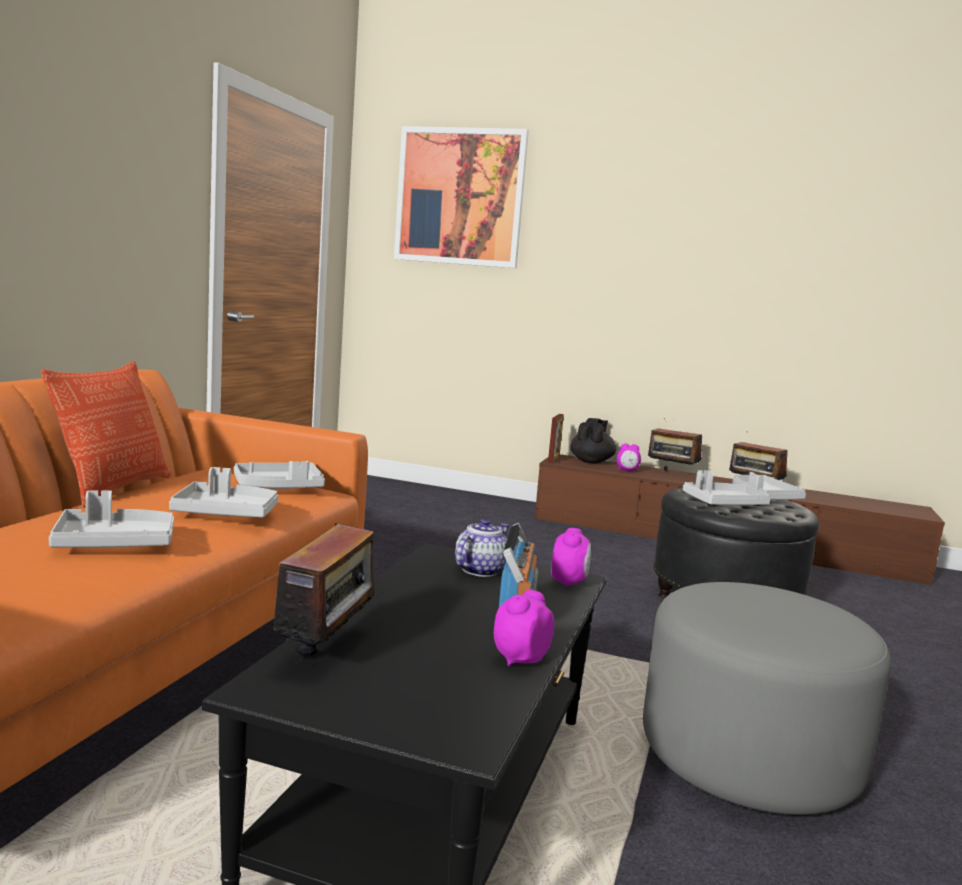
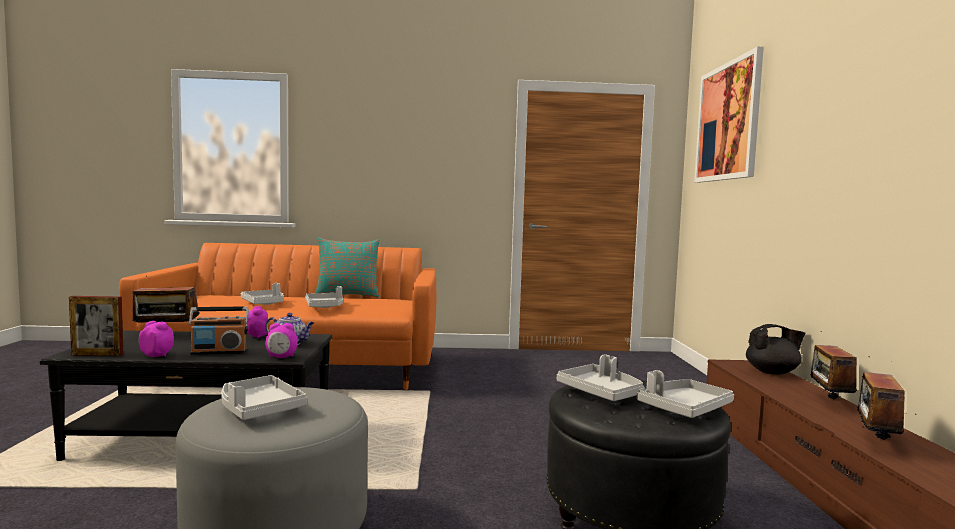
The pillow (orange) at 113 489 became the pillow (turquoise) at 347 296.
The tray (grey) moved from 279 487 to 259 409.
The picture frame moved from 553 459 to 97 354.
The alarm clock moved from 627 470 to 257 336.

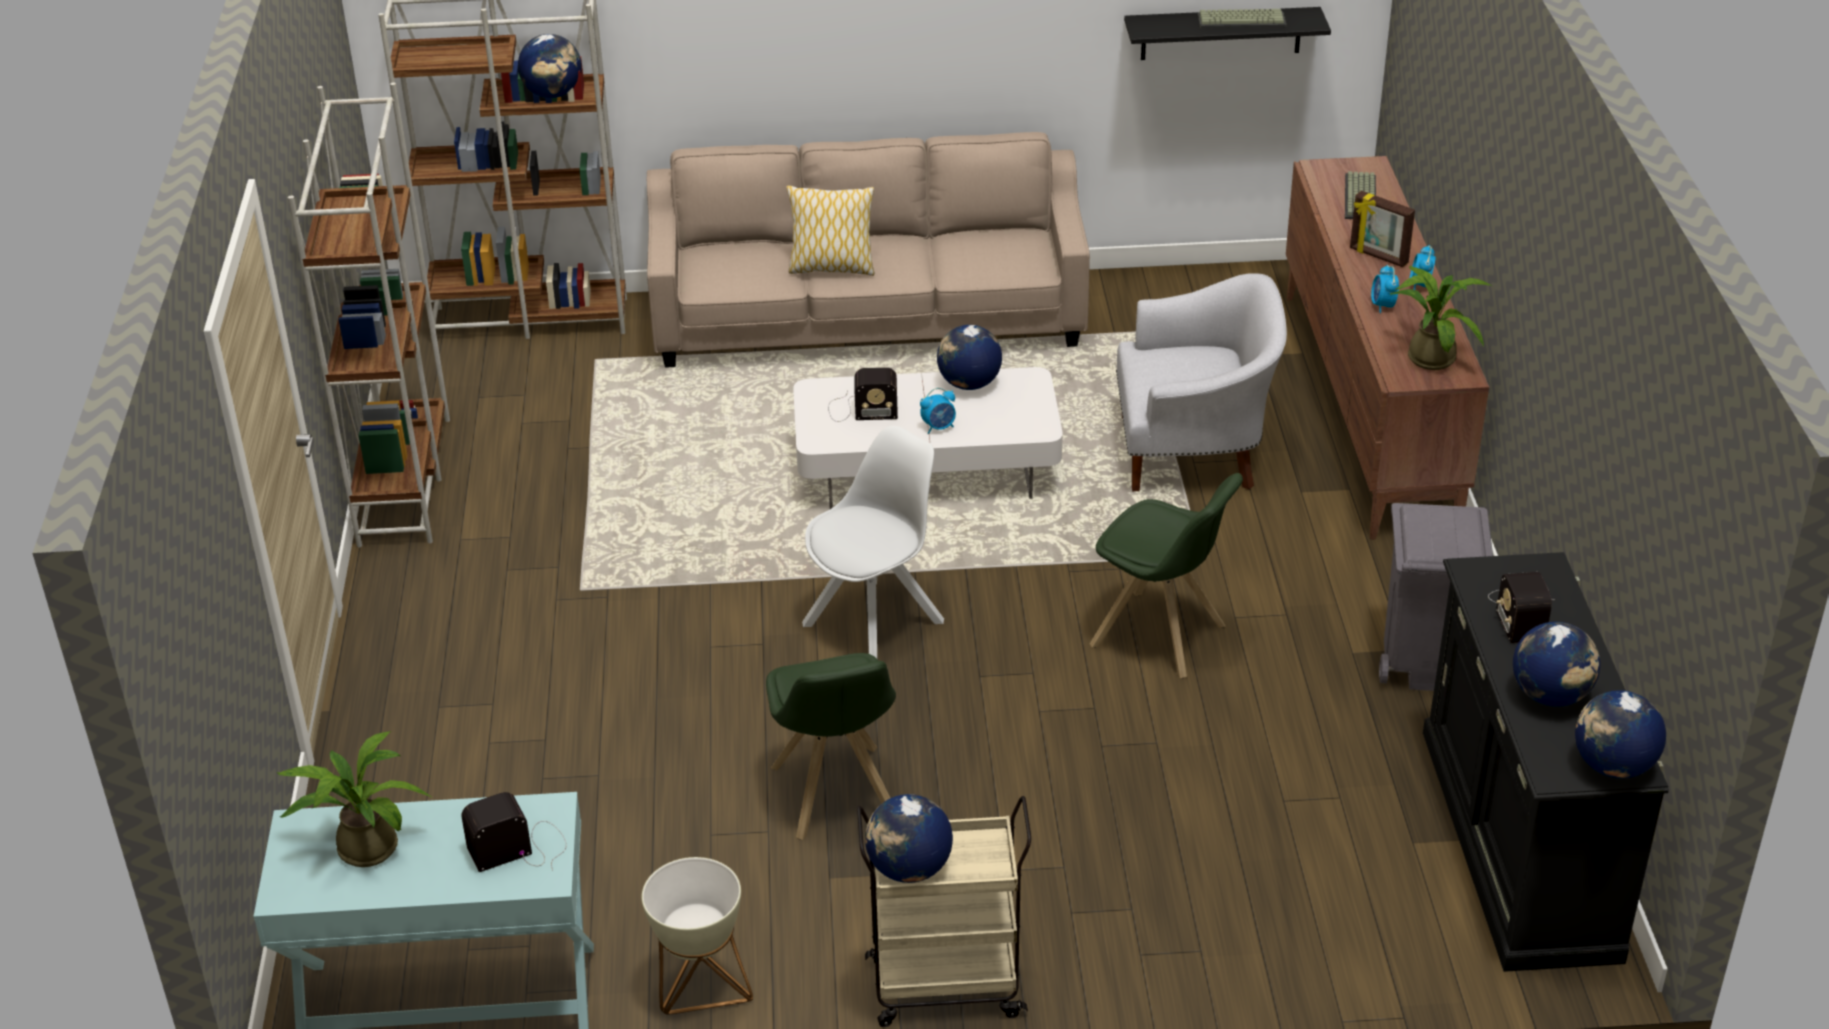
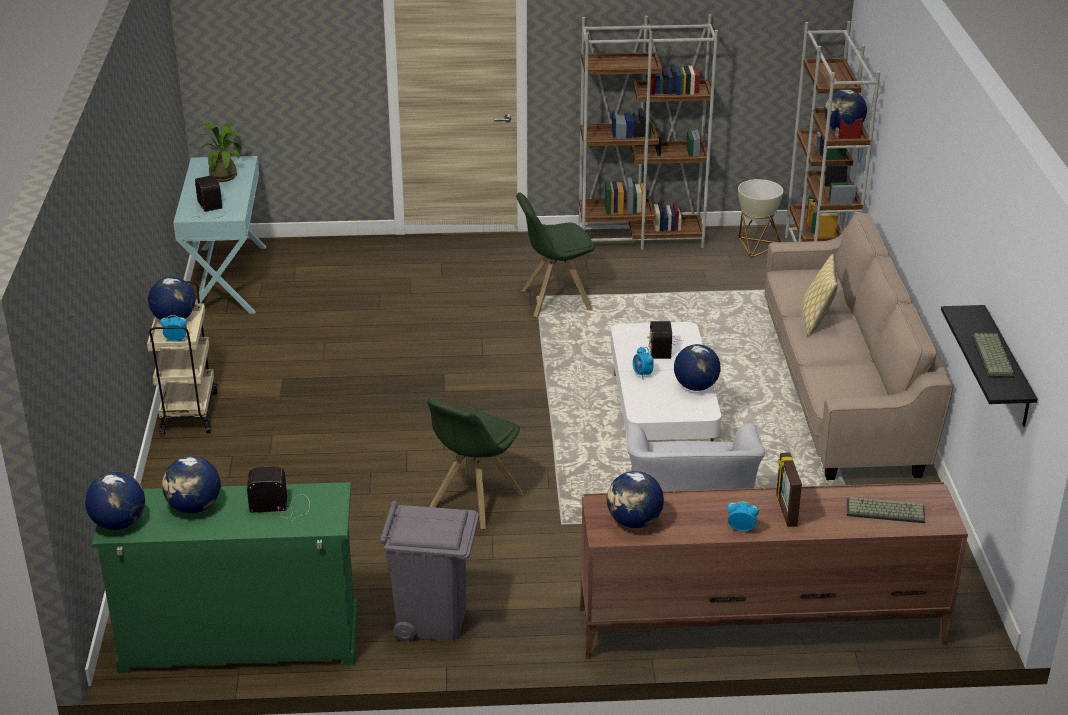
The planter moved from 700 988 to 756 246.
The chair (green) moved from 836 793 to 555 300.
The chair (white) at 875 622 disappeared.
The picture frame at 1378 256 turned 45 degrees counterclockwise.
The alarm clock moved from 1383 306 to 176 339.
The potted plant at 1430 355 was replaced by the globe at 634 522.
The cabinet (black) at 1519 843 became the cabinet (green) at 239 640.

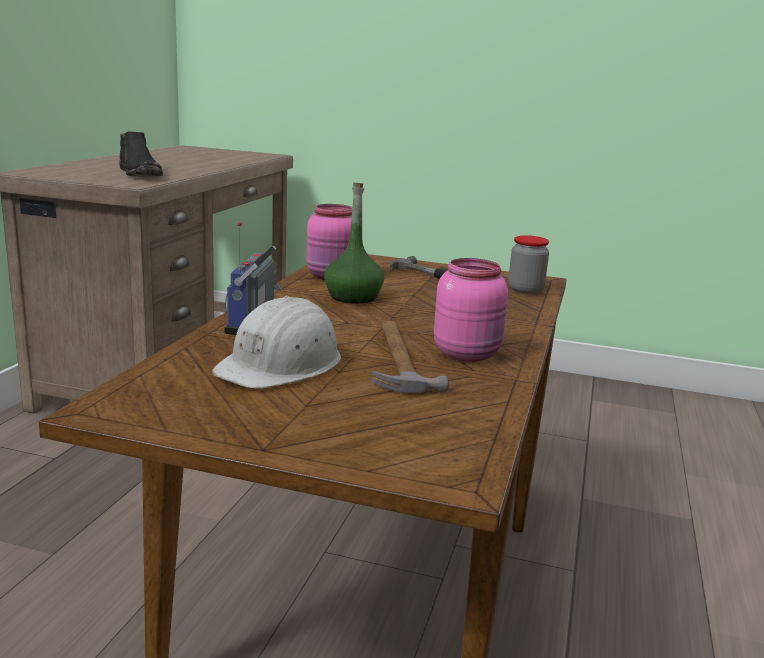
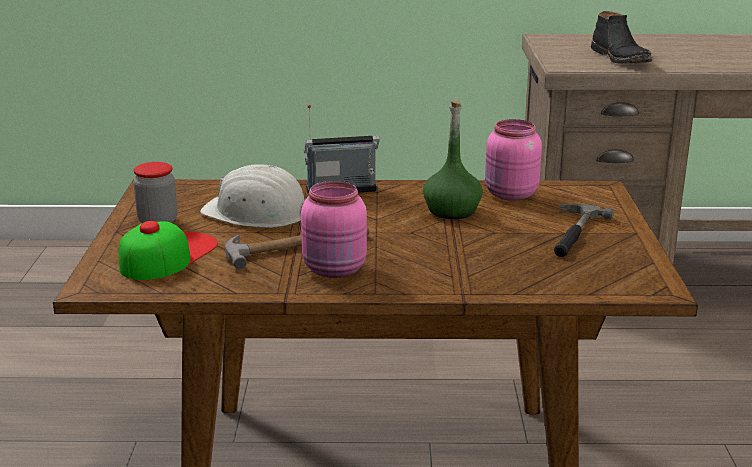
The boot (black) at 141 174 turned 60 degrees counterclockwise.
The jar moved from 525 290 to 158 221.
The cap at 168 255 appeared.

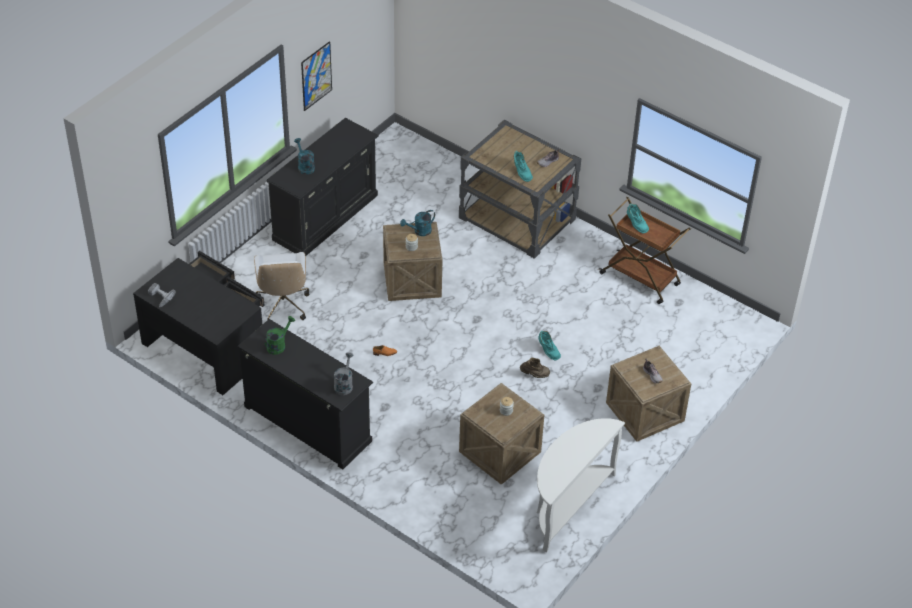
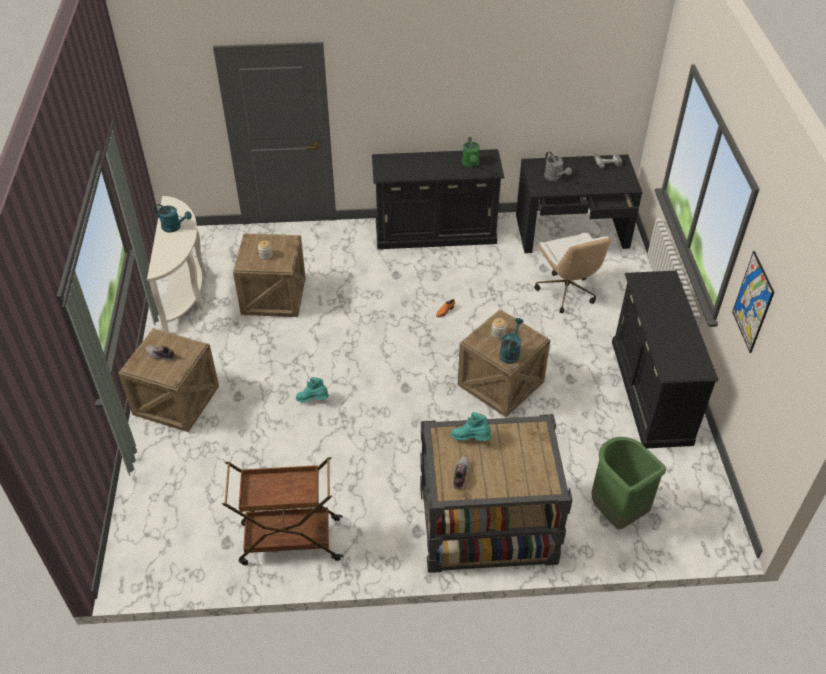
The office chair (white) at 283 307 turned 150 degrees counterclockwise.
The watering can (turquoise) moved from 305 166 to 174 227.
The watering can (grey) moved from 344 384 to 555 178.
The boot (brown) at 534 375 disappeared.
The boot (turquoise) at 636 225 disappeared.
The trash can (green) at 616 511 appeared.

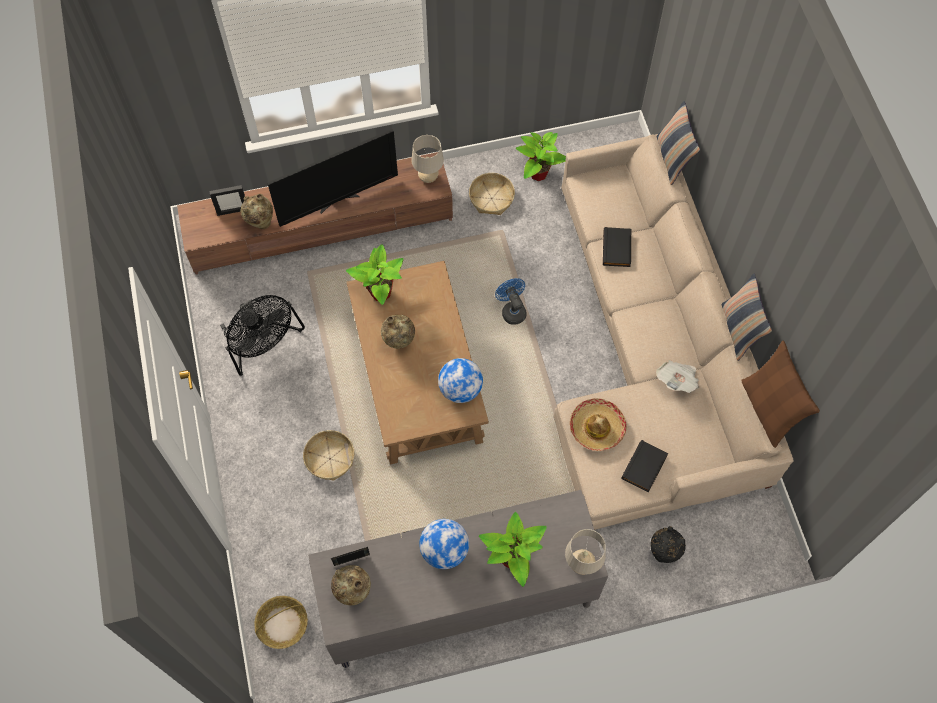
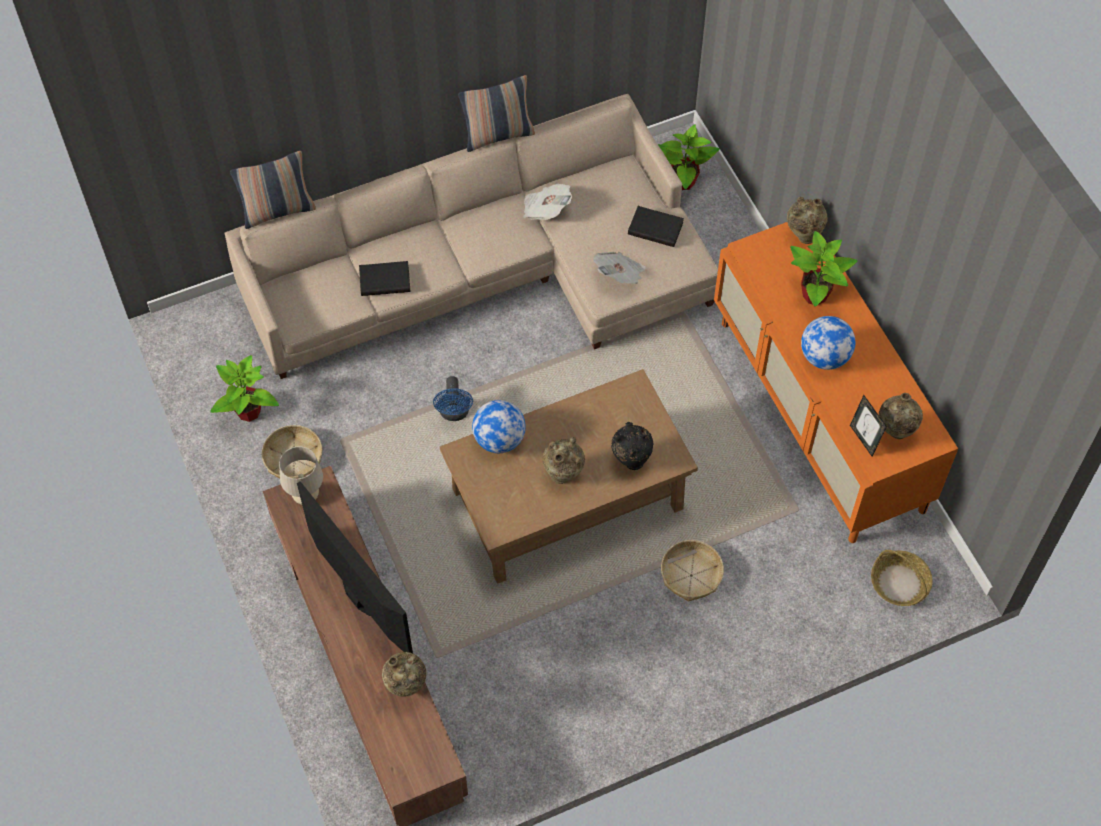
The picture frame at 232 210 disappeared.
The fan (black) at 259 343 disappeared.
The cabinet (grey) at 457 596 became the cabinet (orange) at 817 416.
The potted plant moved from 380 292 to 683 182.
The globe moved from 460 389 to 499 440.
The fan (blue) at 512 310 turned 60 degrees counterclockwise.
The table lamp (beige) at 581 564 was replaced by the vase (beige) at 803 236.
The hat at 596 428 was replaced by the newspaper at 620 275.
The vase (black) moved from 663 553 to 631 460.
The pillow (brown) at 768 410 disappeared.

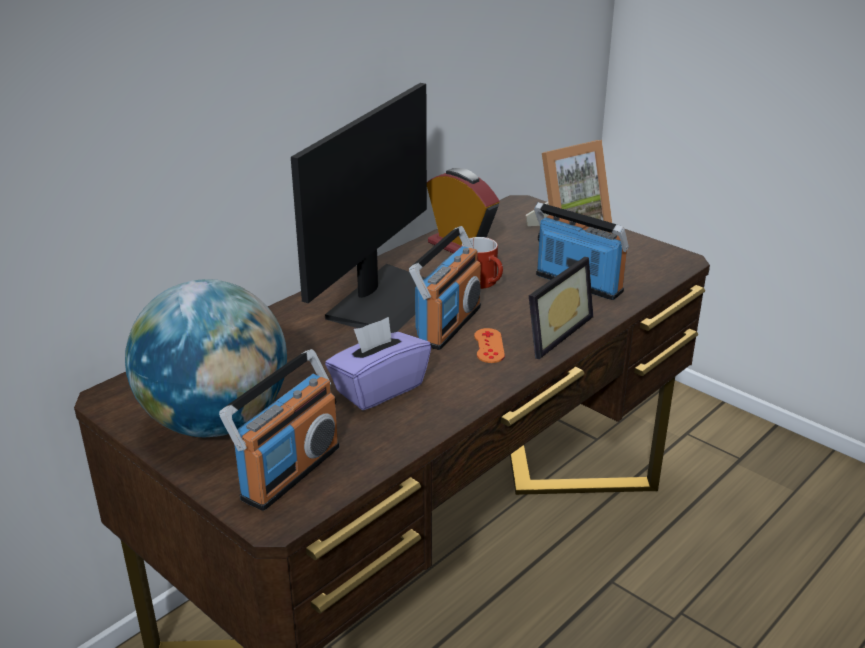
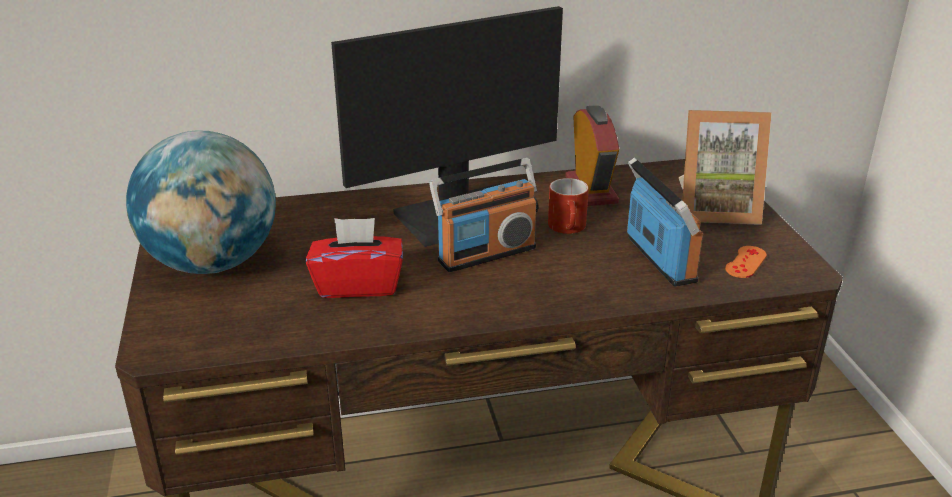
The radio at 289 472 disappeared.
The tissue box (purple) at 378 388 became the tissue box (red) at 358 285.
The game controller (orange) moved from 489 346 to 745 262.
The picture frame at 550 332 disappeared.

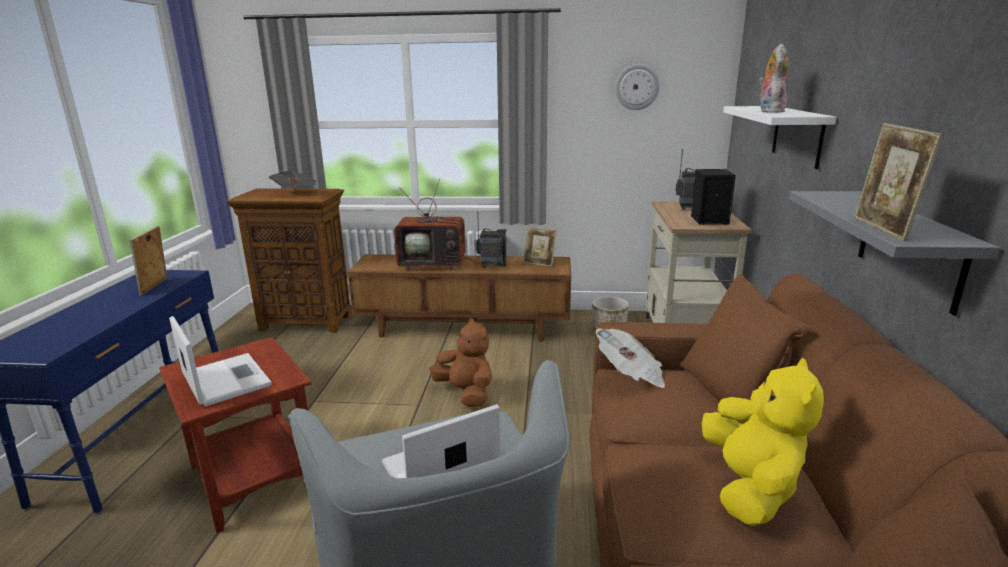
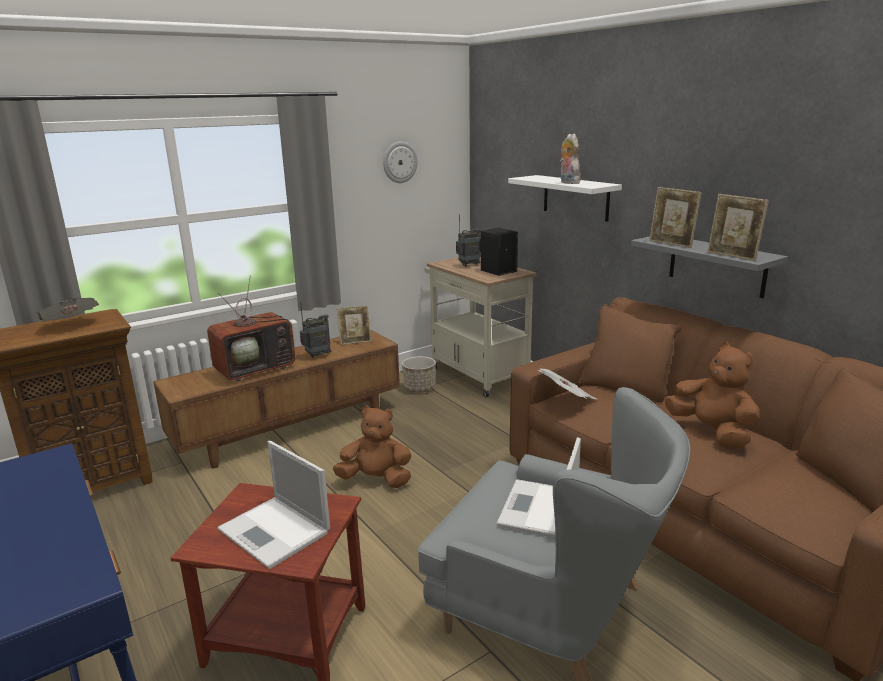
The picture frame moved from 155 287 to 671 244.
The laptop at 225 379 turned 150 degrees counterclockwise.
The plush toy (yellow) at 750 488 became the plush toy (brown) at 711 432.

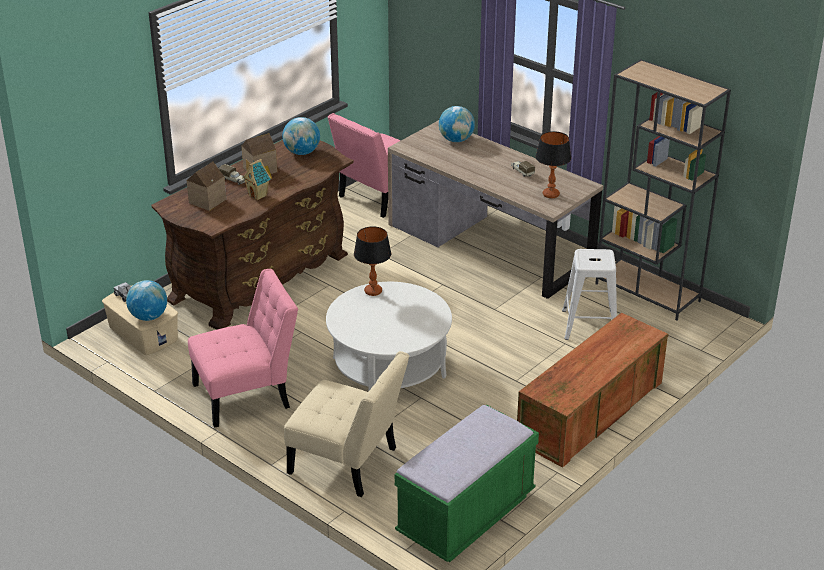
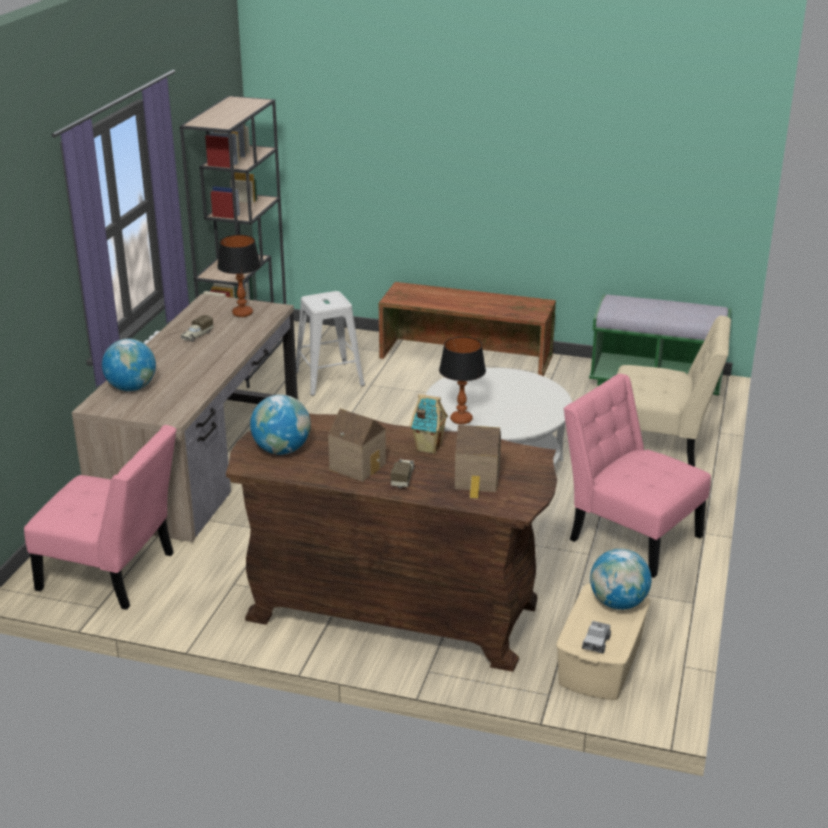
The chair (beige) at 348 463 turned 105 degrees clockwise.

